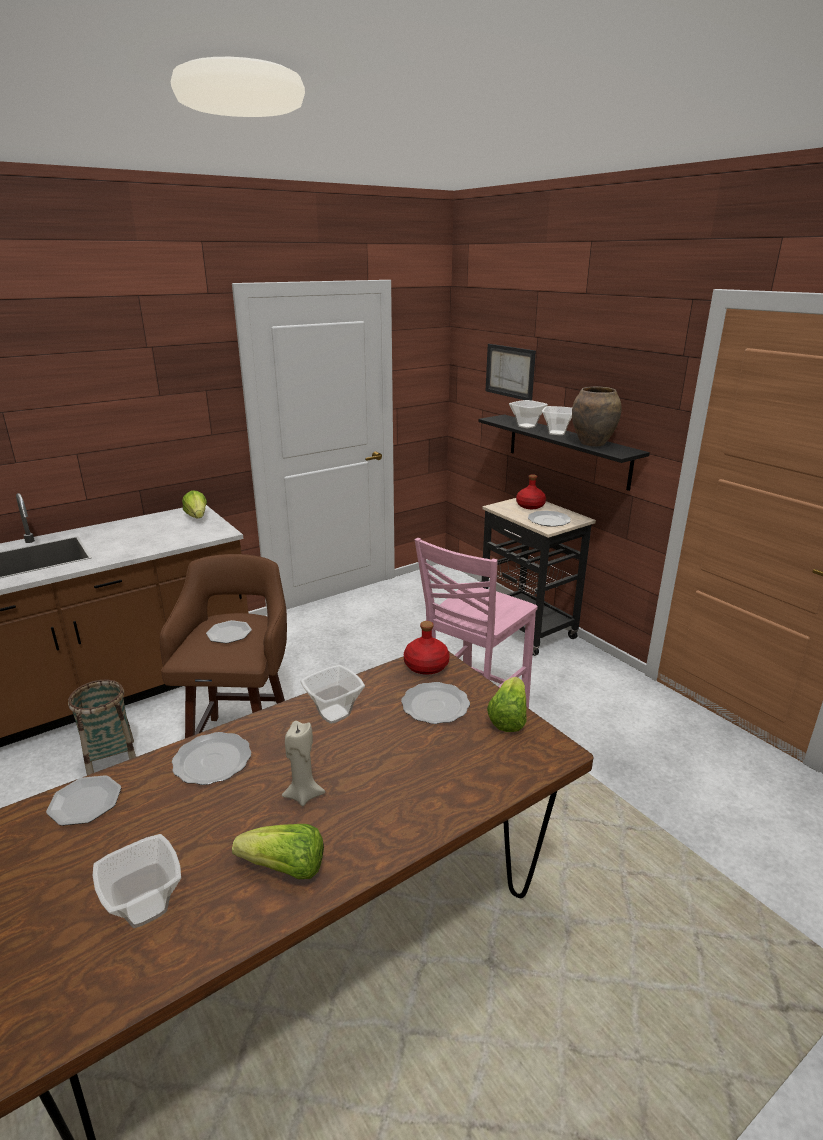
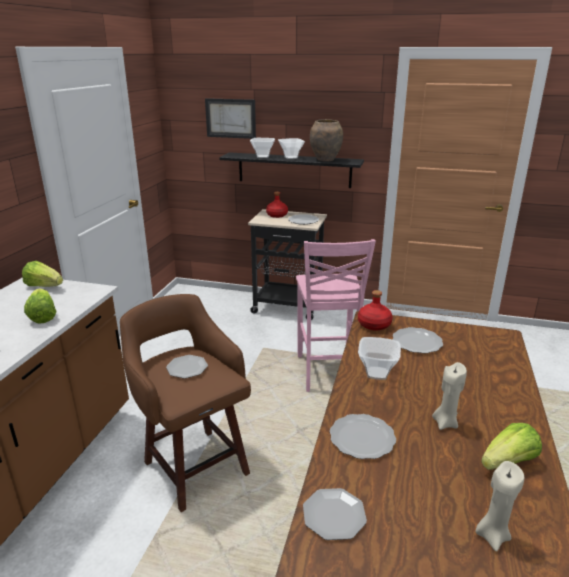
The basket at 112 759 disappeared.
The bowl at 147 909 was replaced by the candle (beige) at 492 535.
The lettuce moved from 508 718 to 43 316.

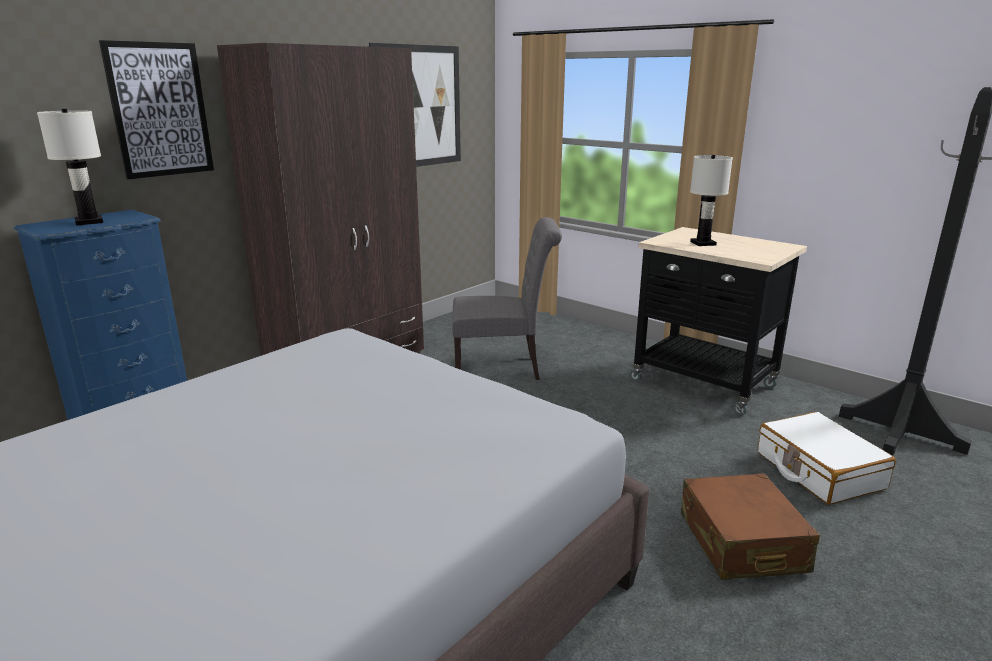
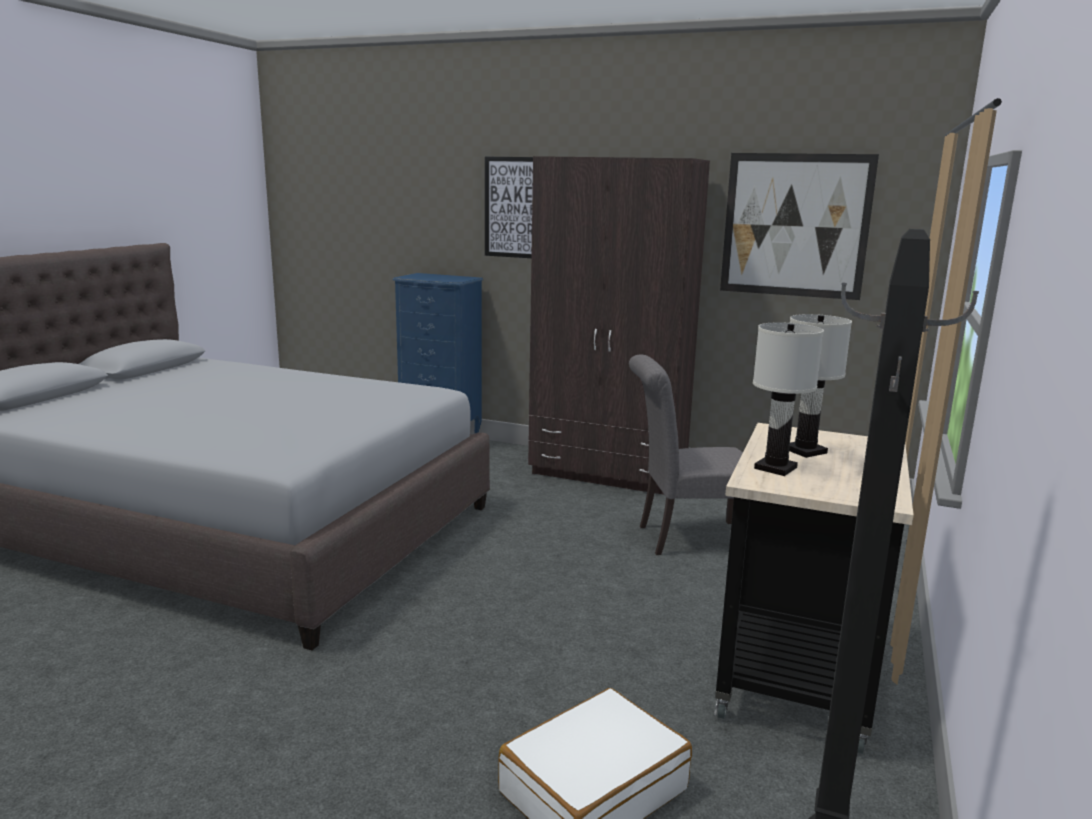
The table lamp (white) moved from 89 222 to 776 468.
The chair (grey) at 503 369 turned 105 degrees clockwise.
The suitcase (brown) at 741 542 disappeared.

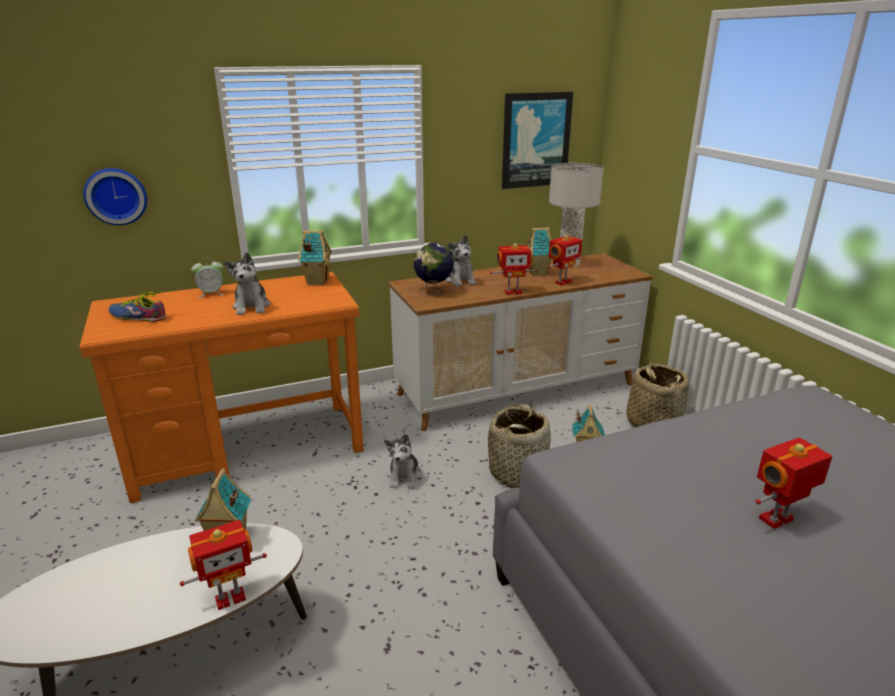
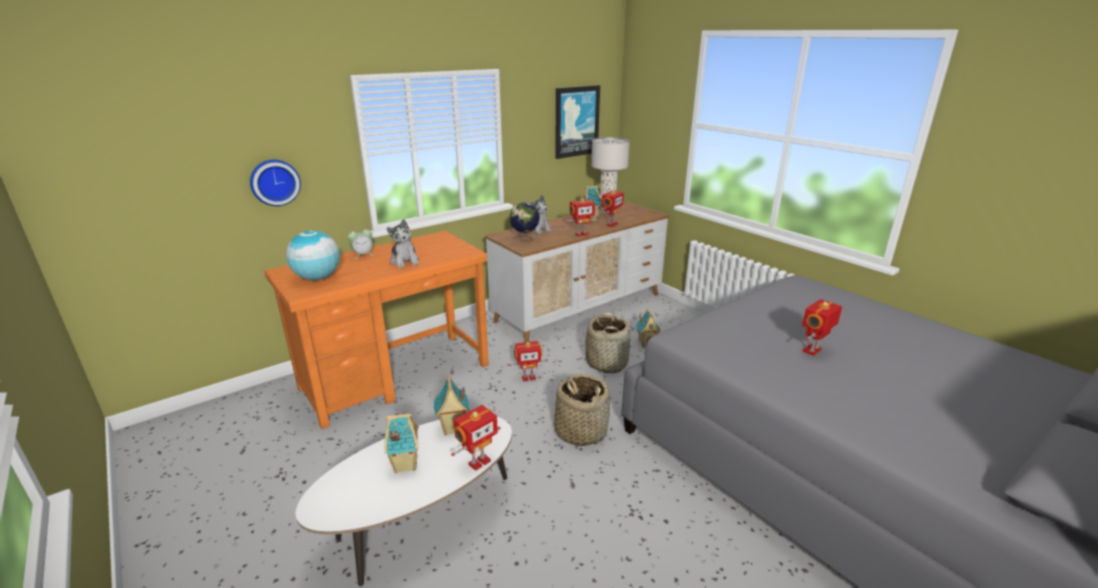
The shoe at 138 317 was replaced by the globe at 318 278.
The toy house moved from 317 282 to 404 464.
The plush toy at 404 477 was replaced by the toy robot at 528 377.
The basket moved from 652 422 to 580 431.

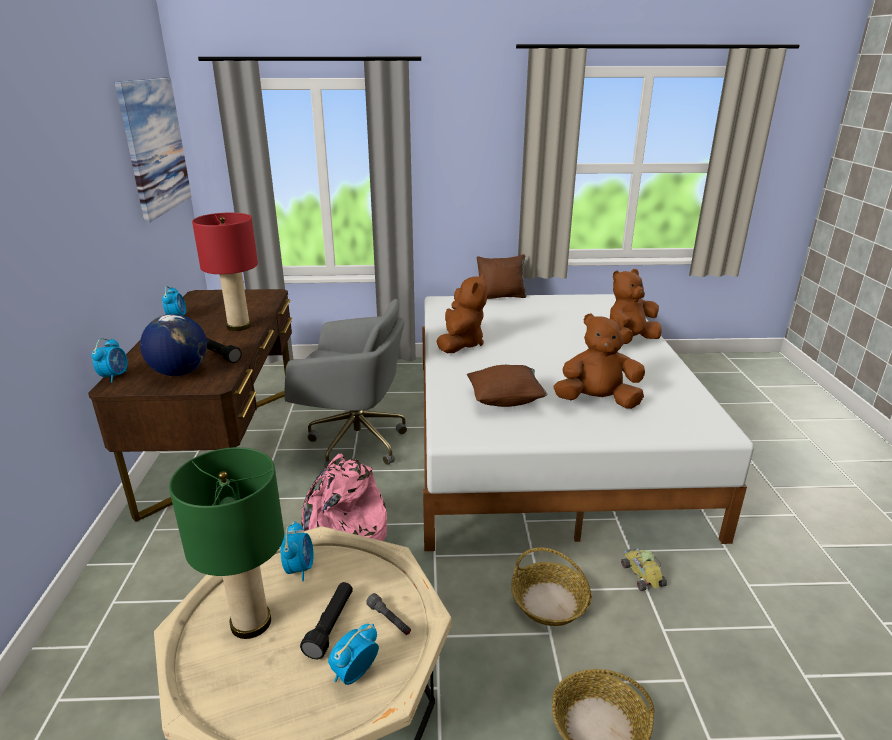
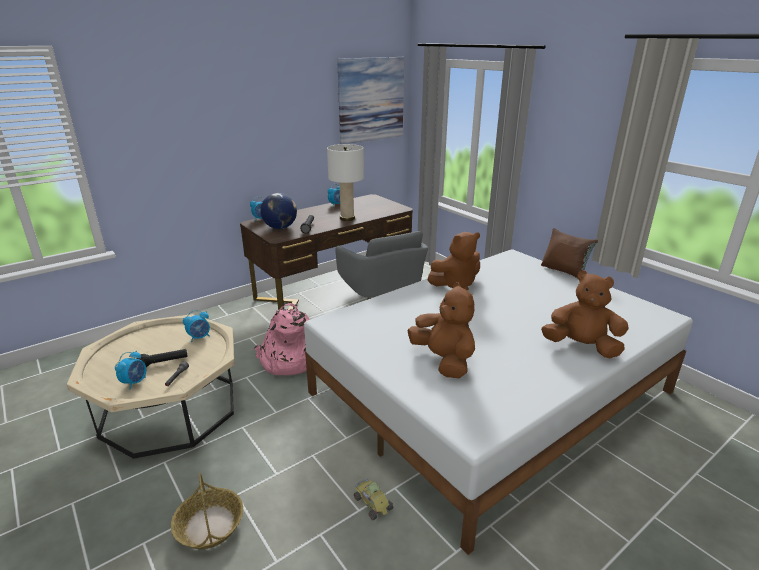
The table lamp (green) at 251 622 disappeared.
The table lamp (red) at 238 326 became the table lamp (white) at 347 218.
The alarm clock at 354 673 turned 105 degrees clockwise.
The pillow (brown) at 506 400 disappeared.
The basket at 549 602 disappeared.
The toy car at 641 574 turned 75 degrees counterclockwise.

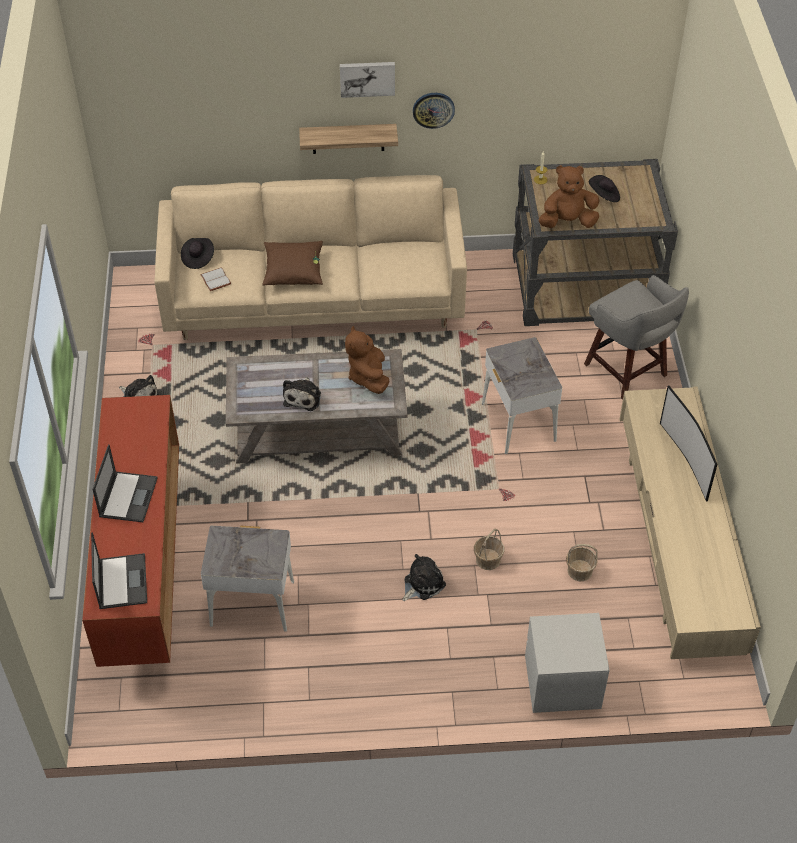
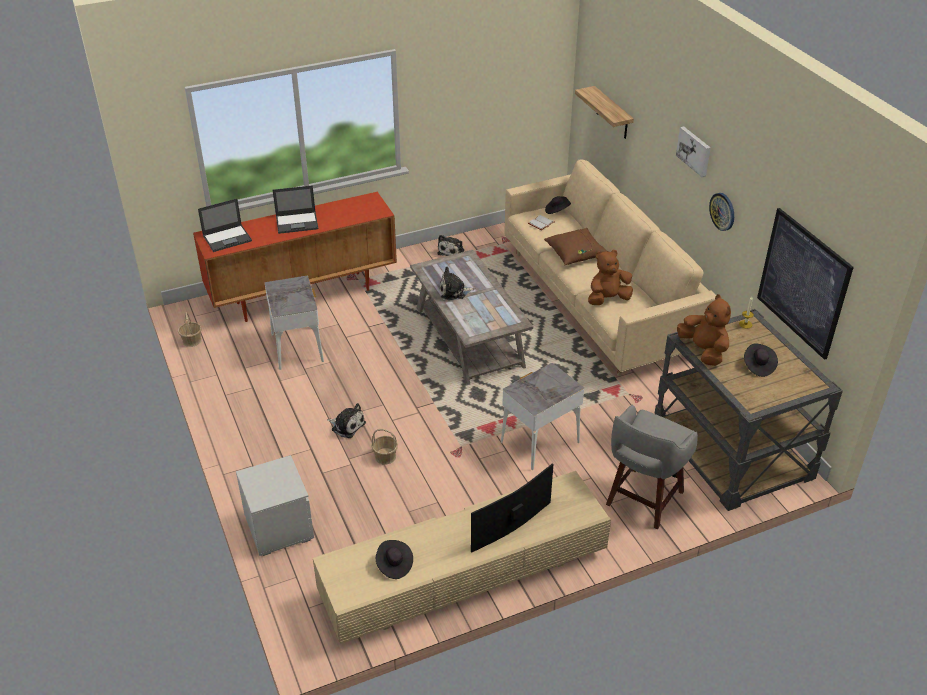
The shelf moved from 348 138 to 612 113.
The plush toy (brown) moved from 368 377 to 608 299.
The basket moved from 579 570 to 192 340.
The hat (black) at 394 565 appeared.
The picture at 803 283 appeared.

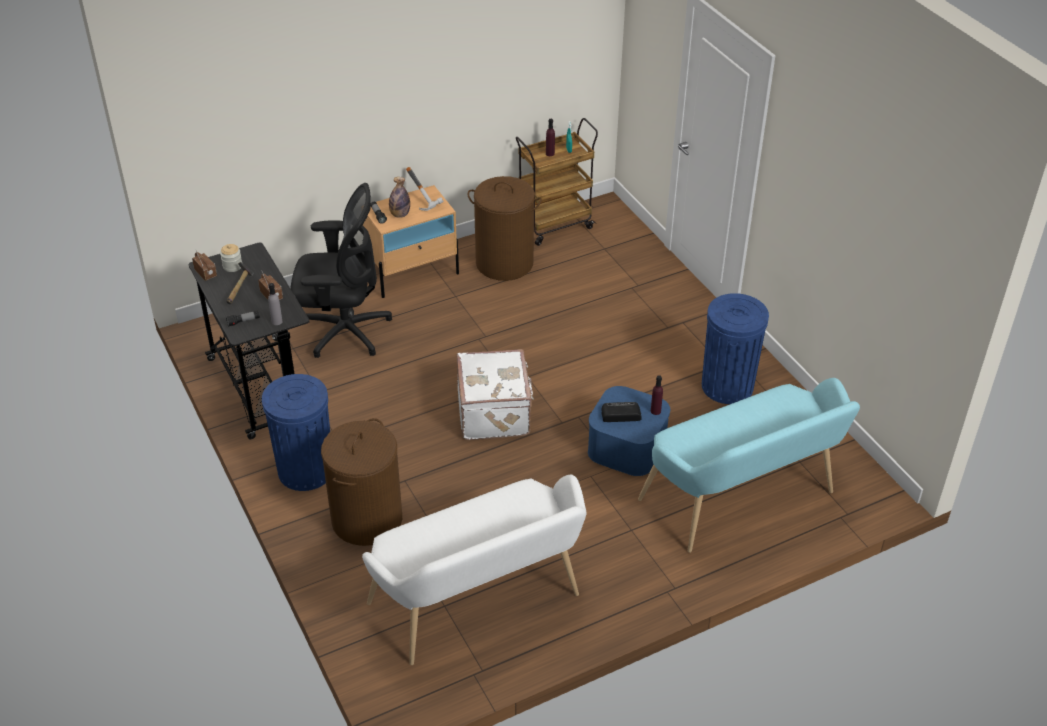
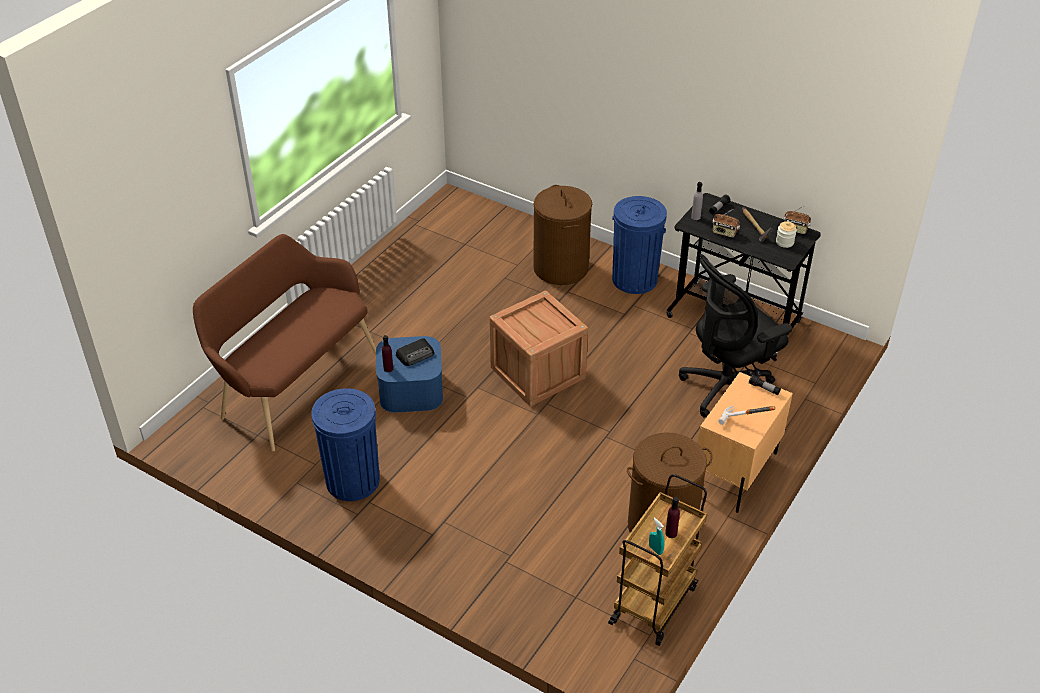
The bench (white) at 480 605 disappeared.
The bottle at 400 214 disappeared.
The suitcase (white) at 495 412 was replaced by the crate at 537 373.
The bench (turquoise) at 743 501 became the bench (brown) at 293 384.

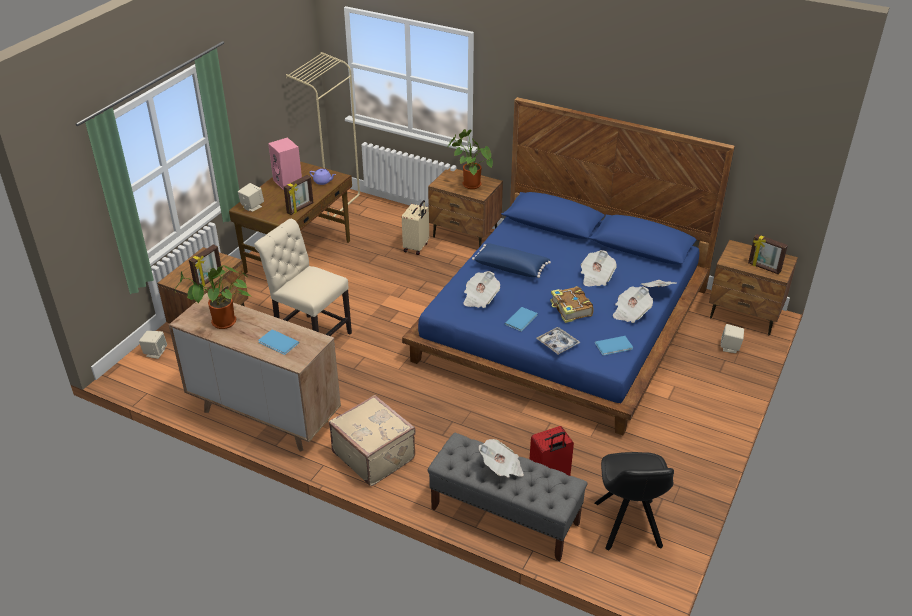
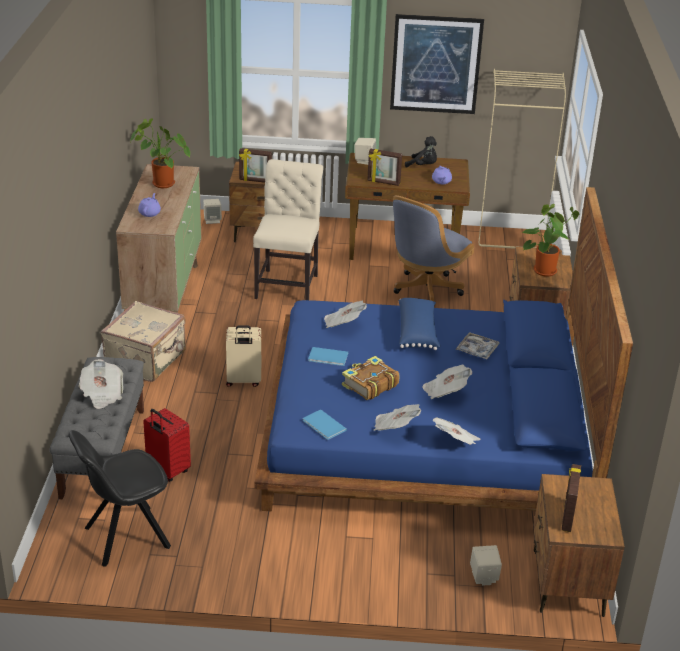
The book (blue) at 278 343 was replaced by the teapot (purple) at 150 213.
The speaker (pink) at 288 182 was replaced by the plush toy (black) at 423 166.
The suitcase (beige) moved from 416 247 to 243 381.
The tray moved from 557 344 to 477 350.
The picture at 436 64 appeared.
The office chair (blue) at 424 292 appeared.

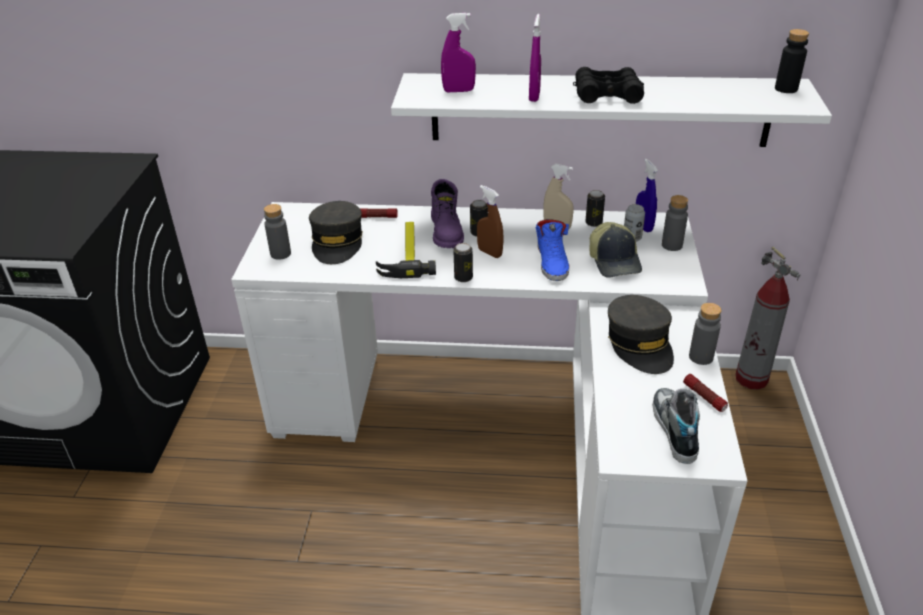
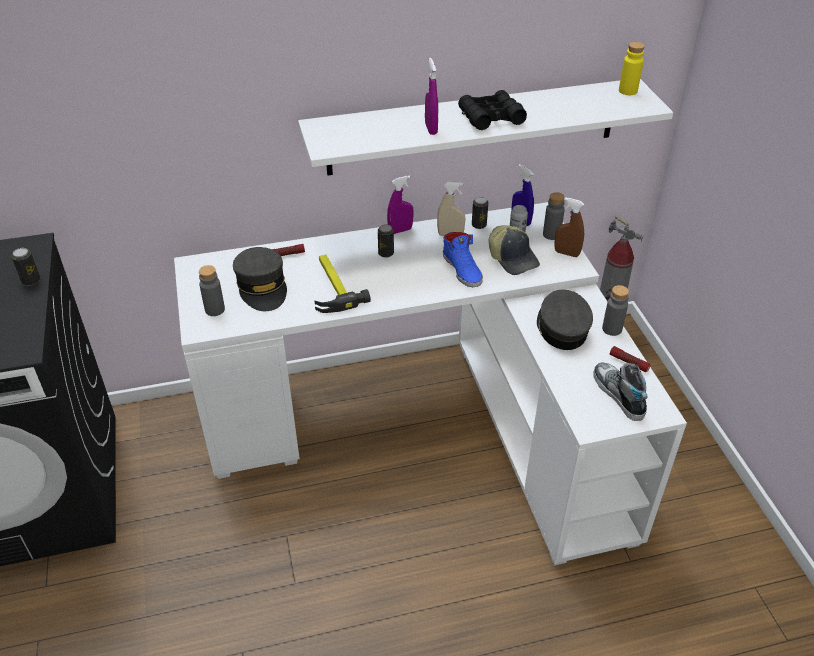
The boot (purple) at 447 232 disappeared.
The spray bottle (purple) moved from 458 91 to 400 230.
The can moved from 463 277 to 31 280.
The spray bottle (brown) moved from 489 253 to 566 253.
The cap (grey) at 640 344 turned 150 degrees counterclockwise.
The bottle (black) at 786 89 became the bottle (yellow) at 628 91.

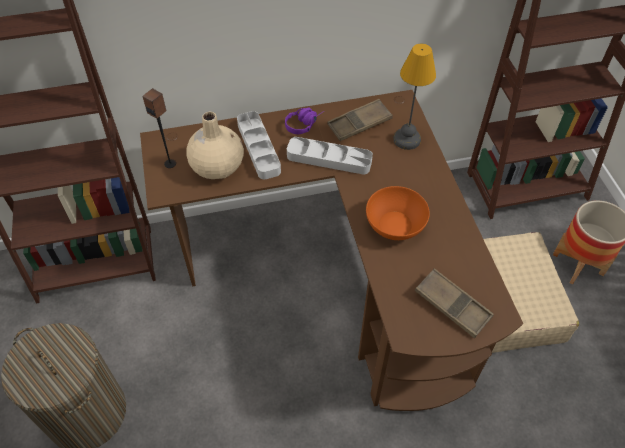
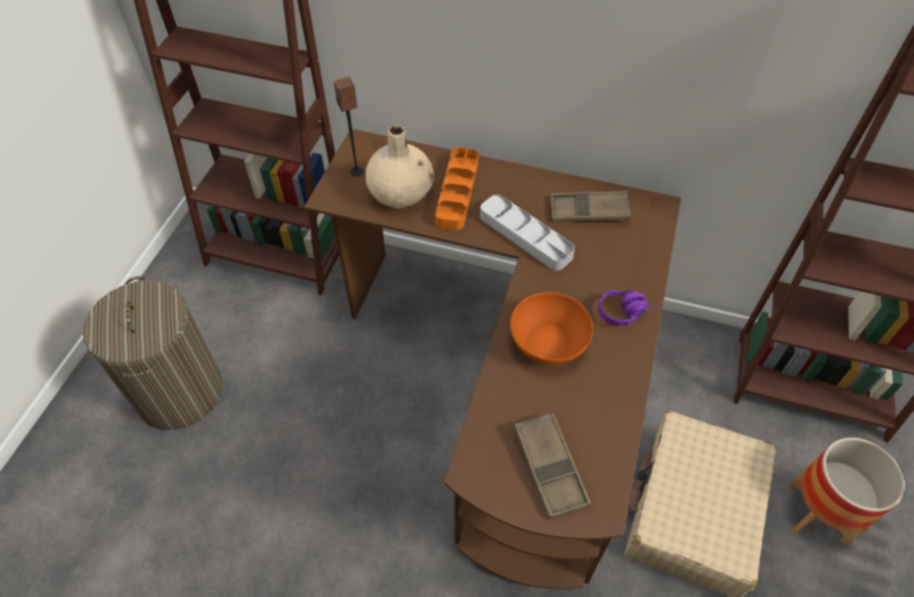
The tray (grey) at 258 148 became the tray (orange) at 457 192.
The headphones (purple) moved from 304 123 to 627 311.
The table lamp at 407 140 disappeared.

